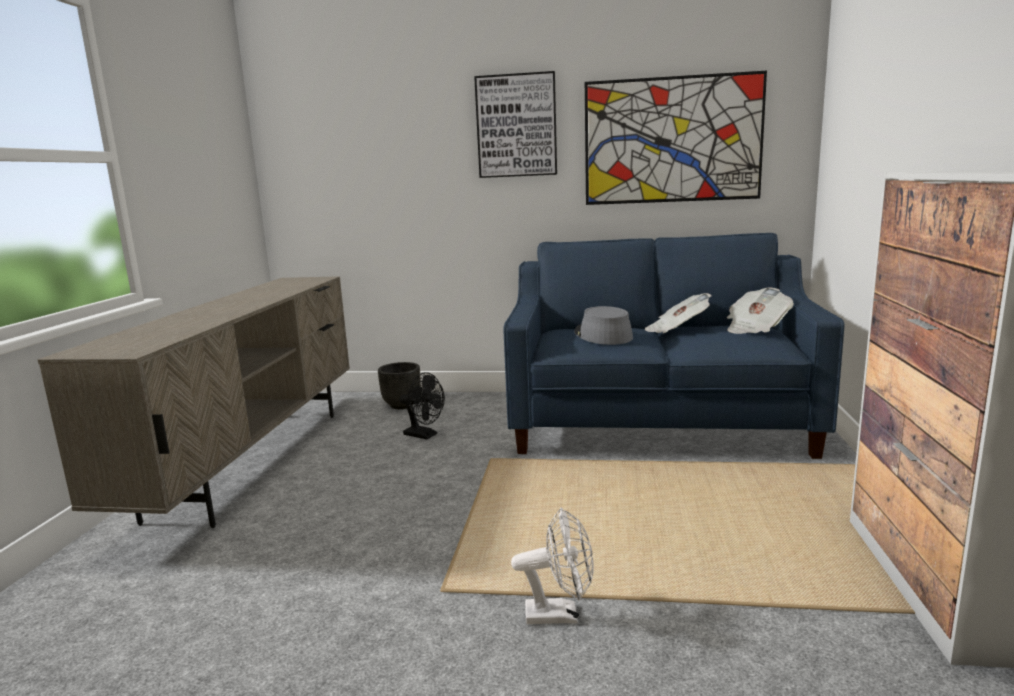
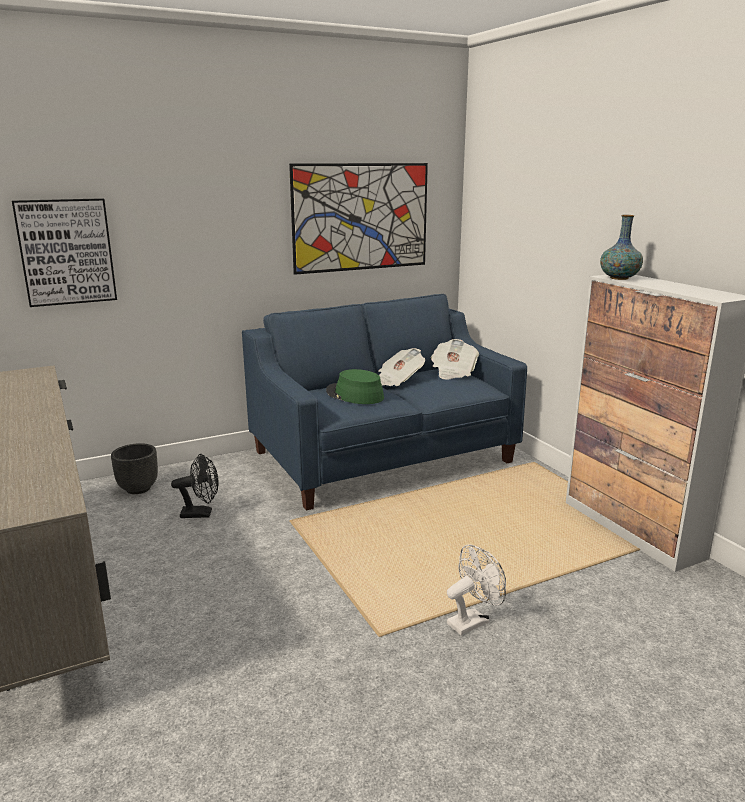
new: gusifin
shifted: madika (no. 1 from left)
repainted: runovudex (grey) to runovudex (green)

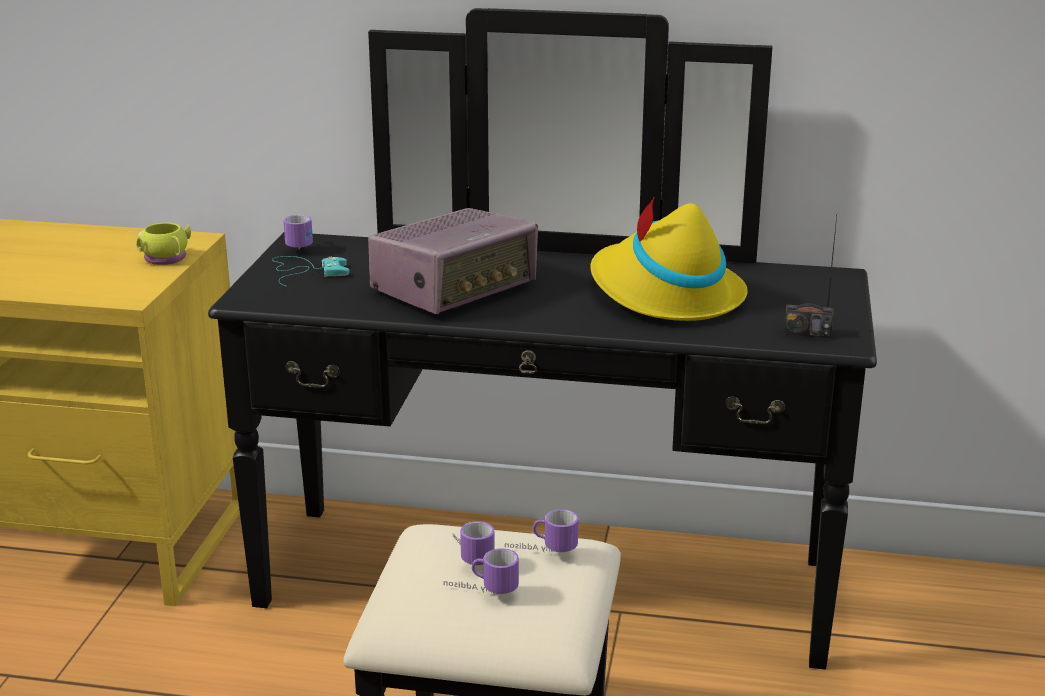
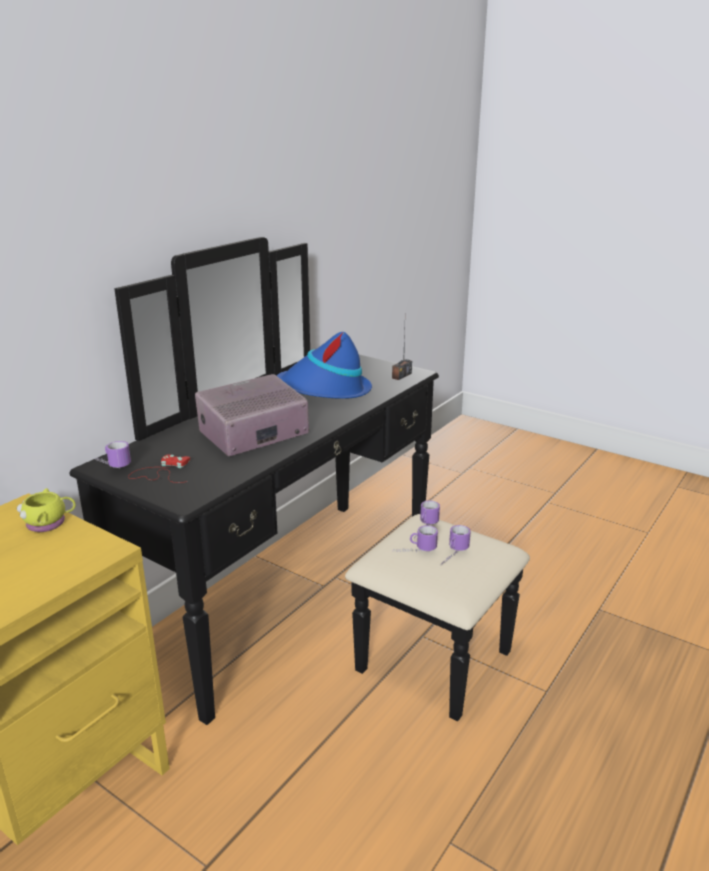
repainted: runovudex (yellow) to runovudex (blue); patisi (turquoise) to patisi (red)
rotated: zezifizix (no. 1 from left) 105 degrees counterclockwise

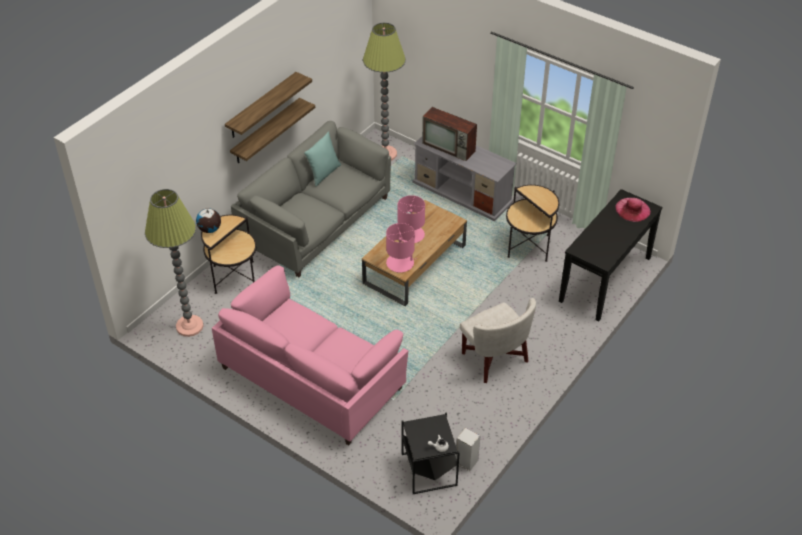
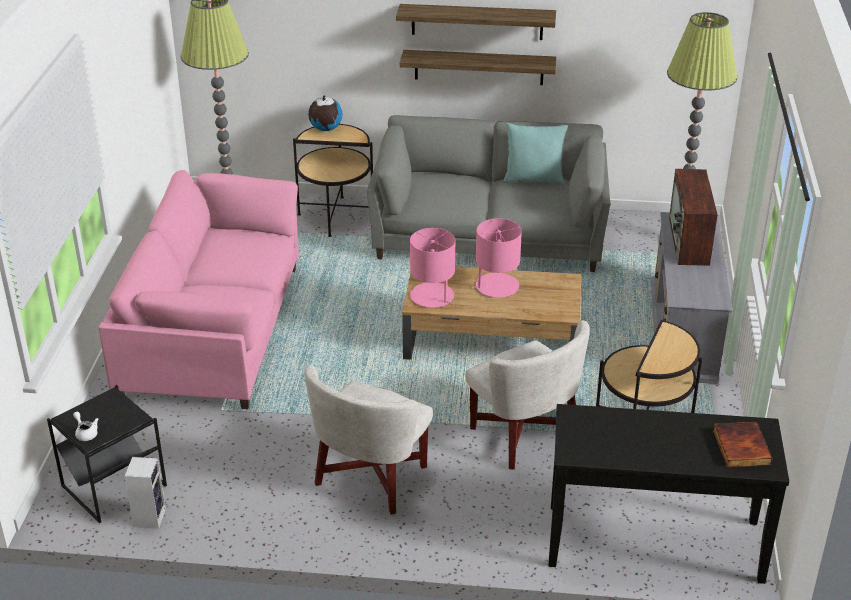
new: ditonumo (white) (no. 2 from left)
swapped: runovudex (pink) to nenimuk

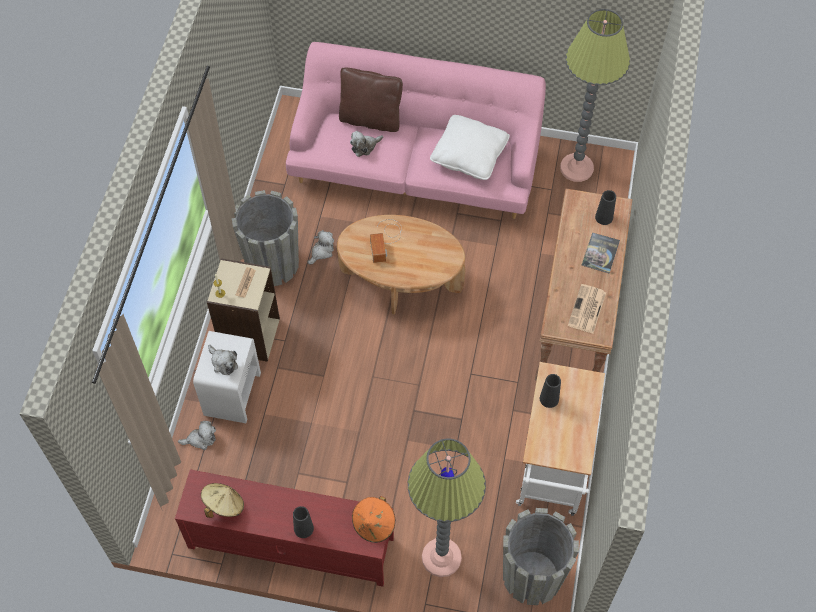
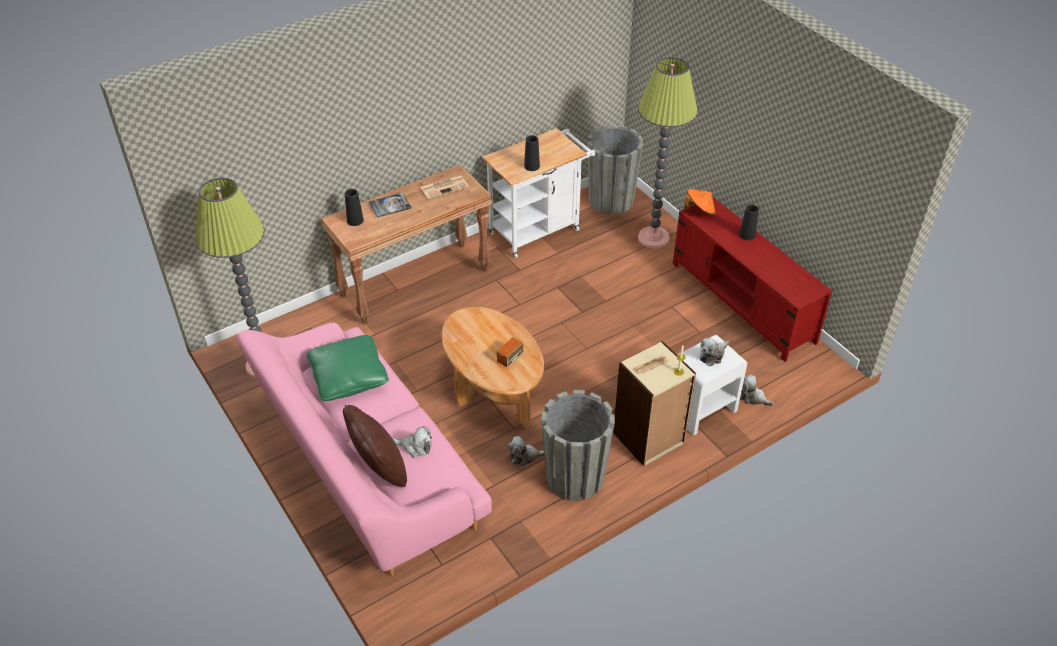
gone: runovudex (beige)
repainted: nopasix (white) to nopasix (green)
rotated: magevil (no. 2 from left in the first image) 135 degrees counterclockwise

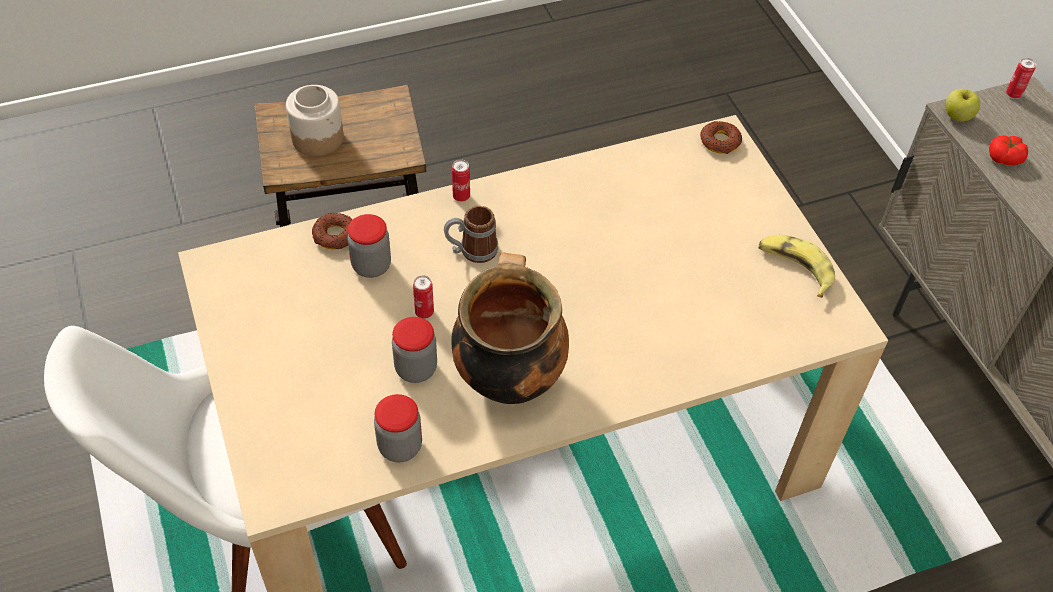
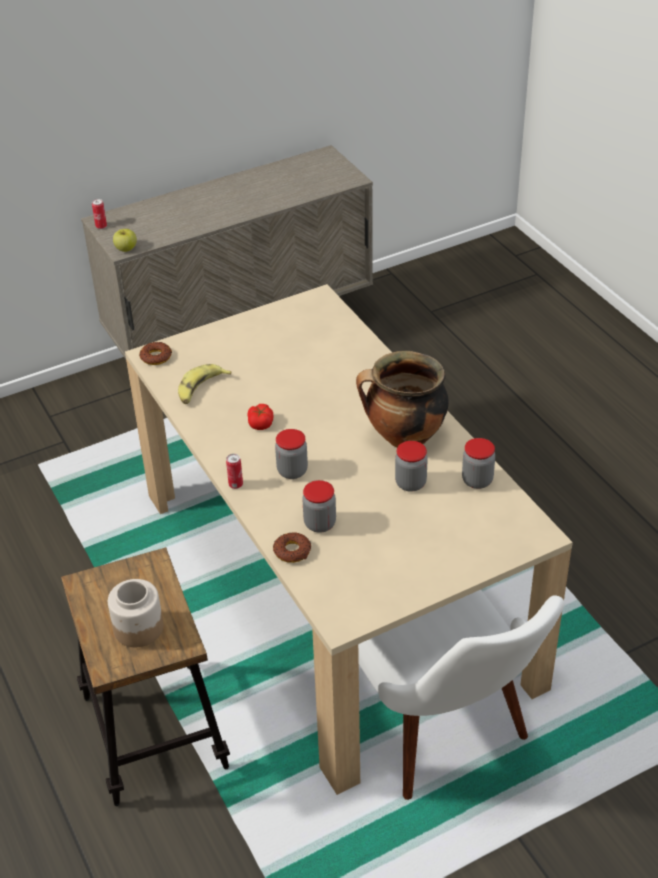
gone: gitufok (no. 1 from left)
shifted: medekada; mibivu
swapped: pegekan to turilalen (no. 2 from left)

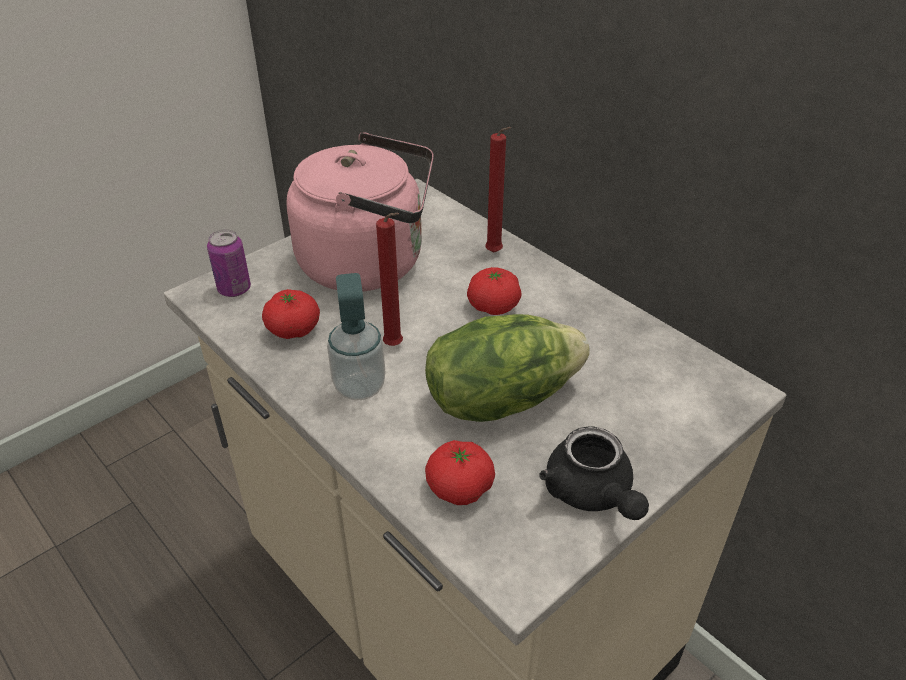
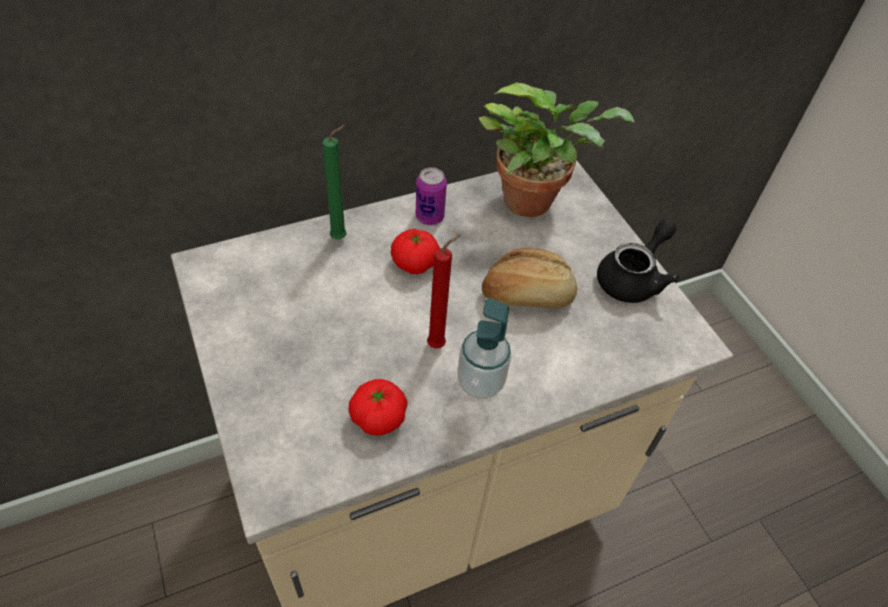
gone: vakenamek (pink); medekada (no. 2 from left)
new: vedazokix
shifted: gitufok
swapped: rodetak to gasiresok
repainted: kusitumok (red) (no. 2 from left) to kusitumok (green)
rotated: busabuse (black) 45 degrees counterclockwise

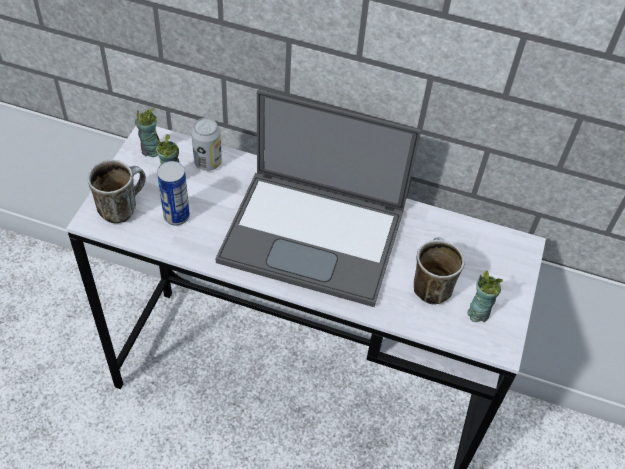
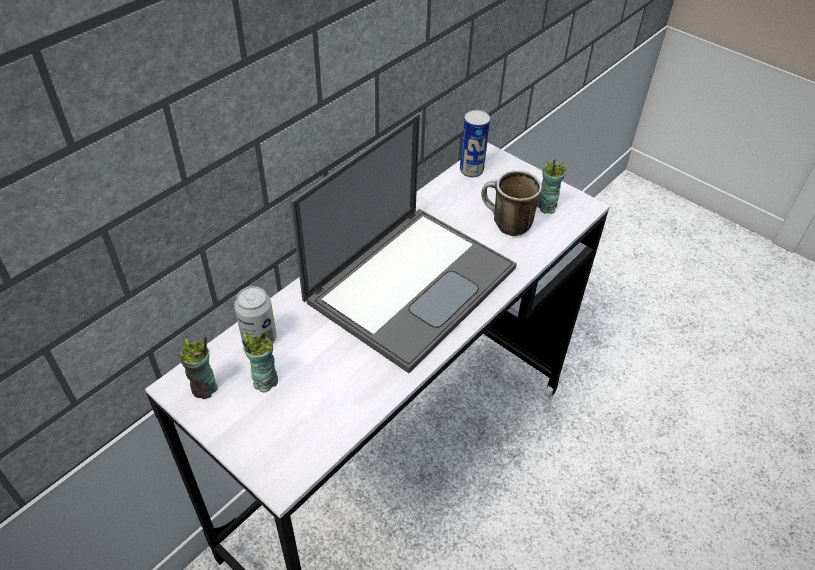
gone: pegekan (no. 1 from left)
shifted: gitufok (no. 1 from left in the first image) to gitufok (no. 2 from left)

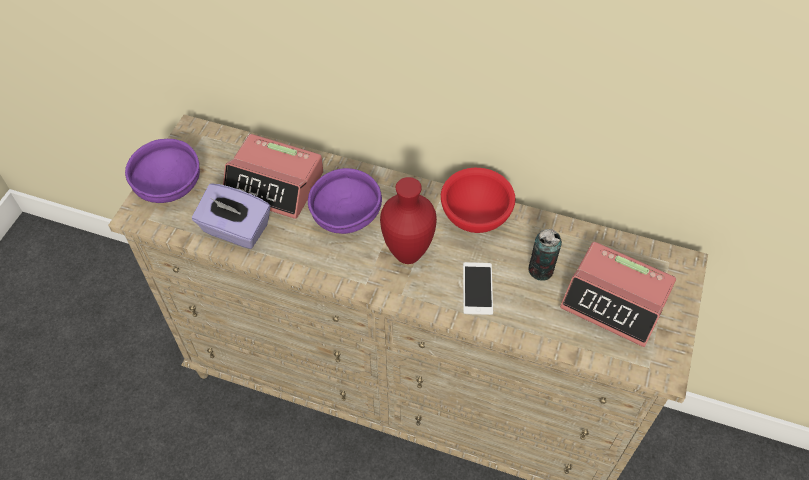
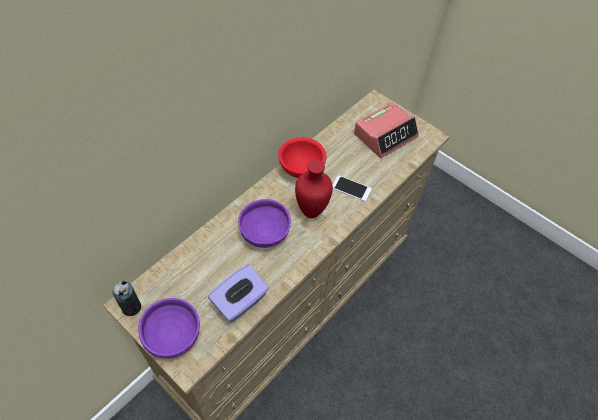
gone: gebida (no. 1 from left)
shifted: gitufok

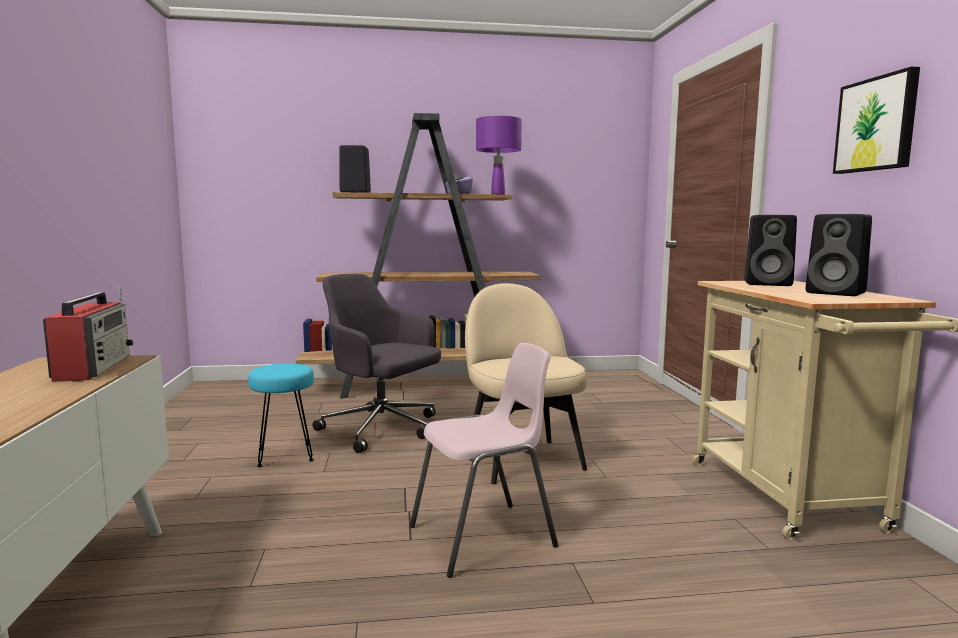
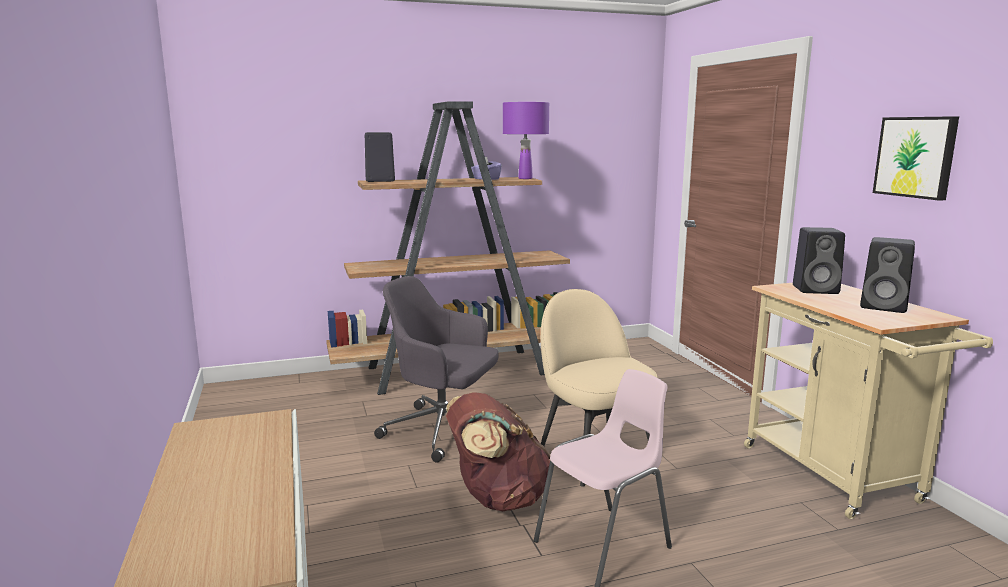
gone: zezifizix; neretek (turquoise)
new: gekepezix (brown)

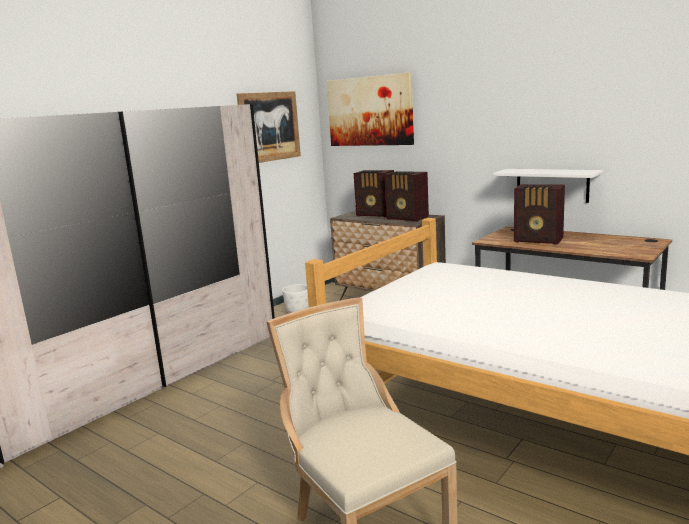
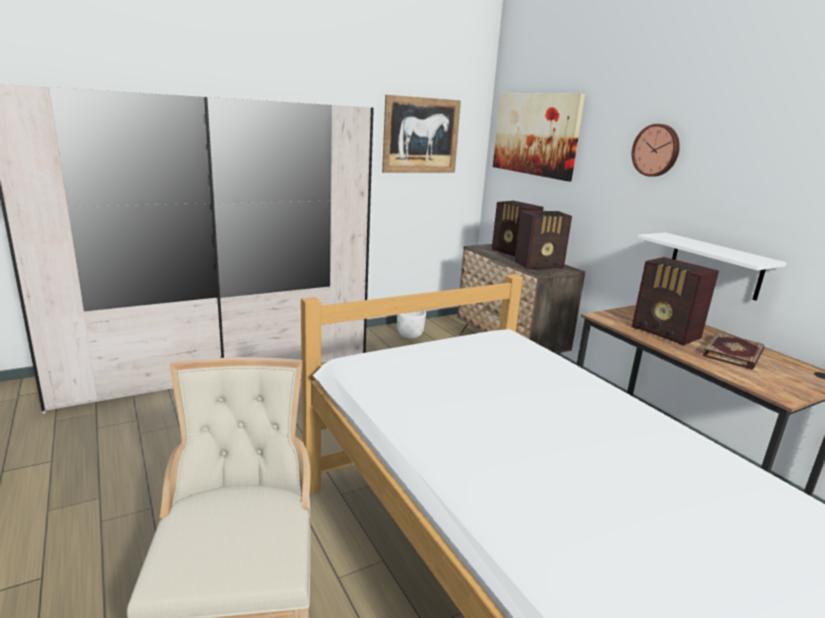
new: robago; nenimuk
rotated: zezifizix (no. 2 from left) 75 degrees counterclockwise

